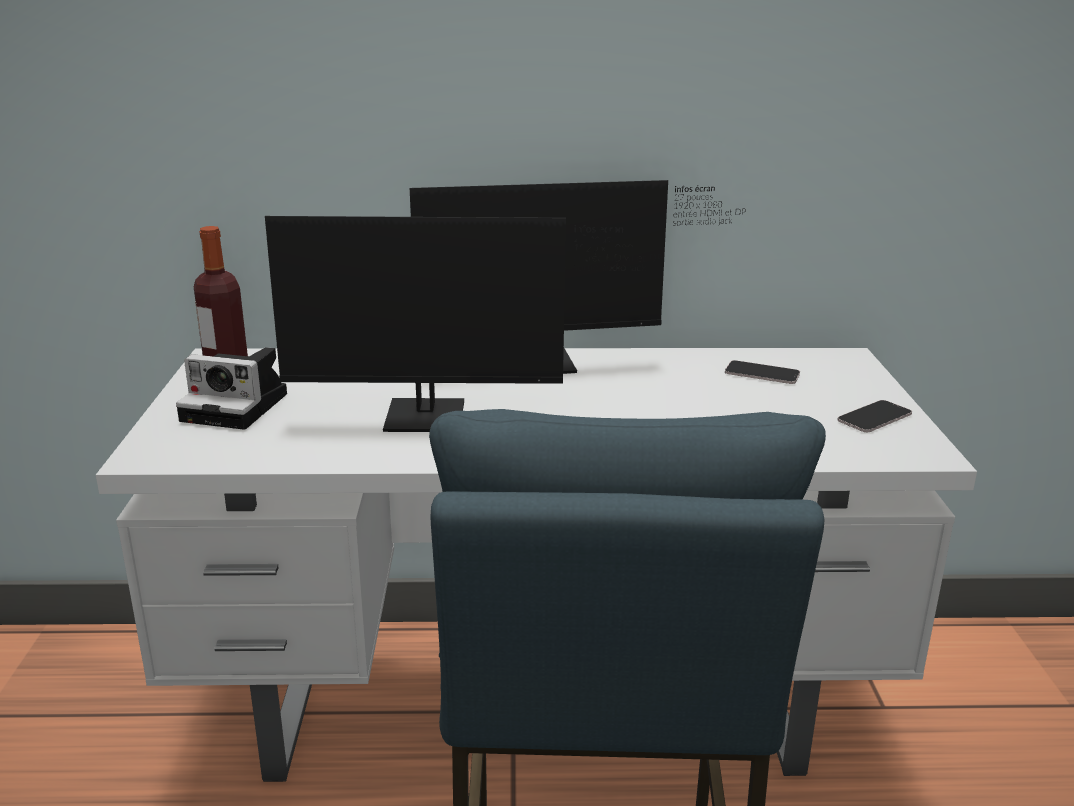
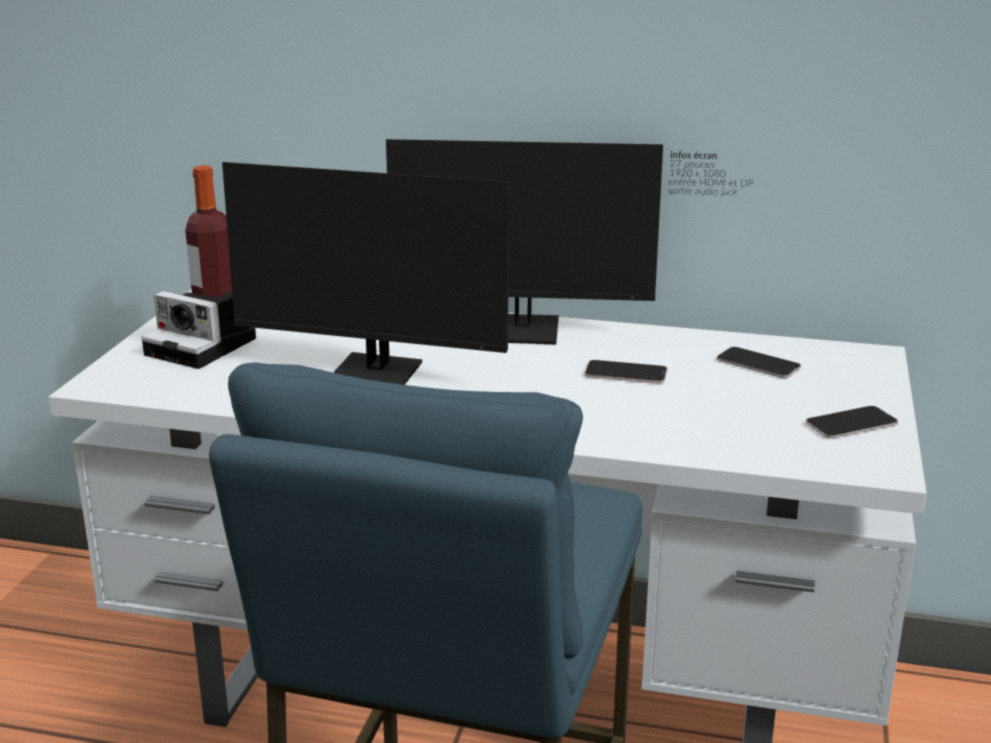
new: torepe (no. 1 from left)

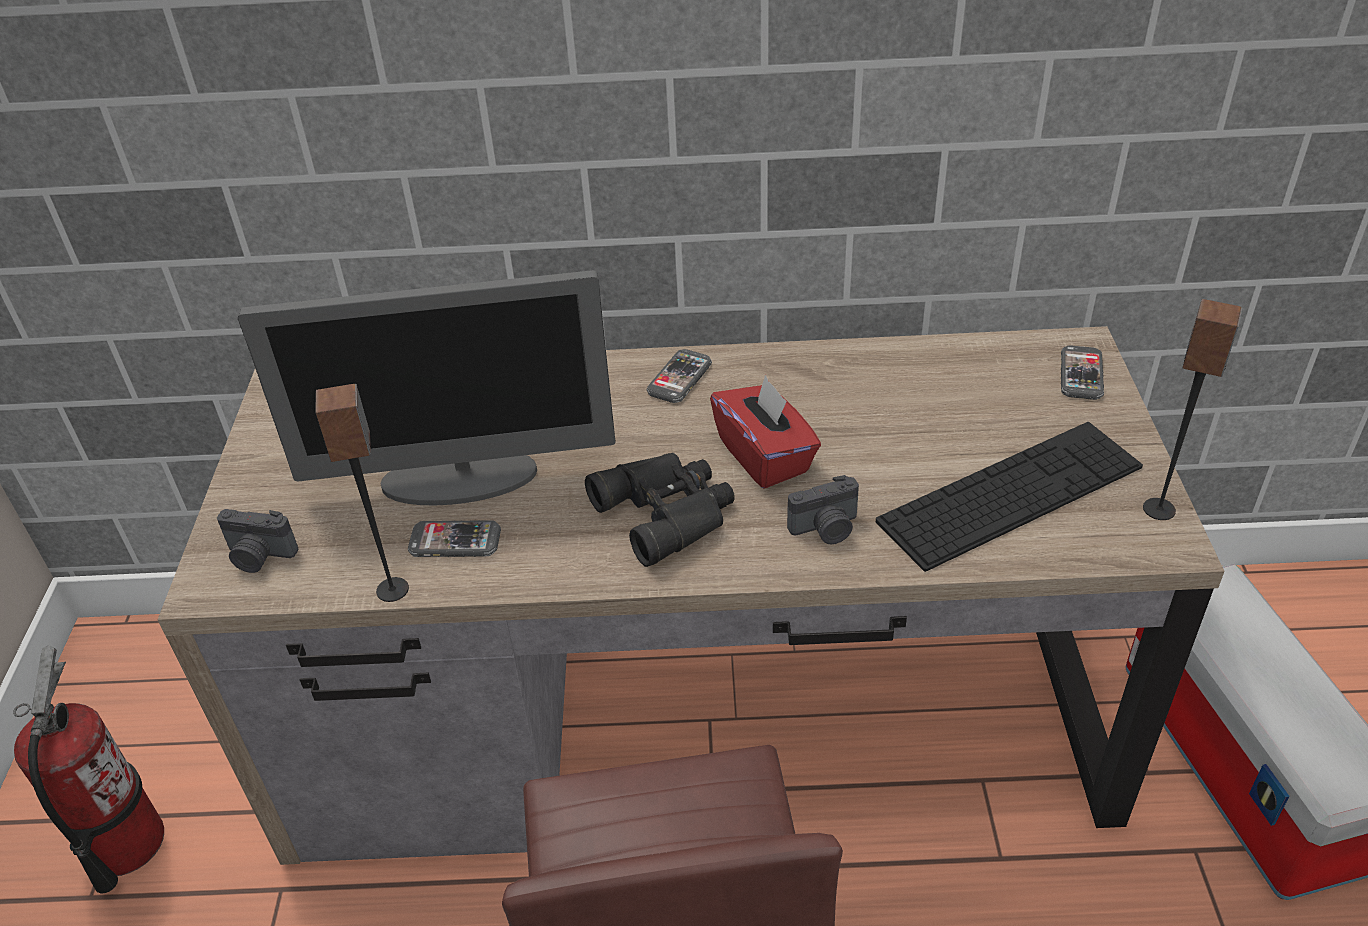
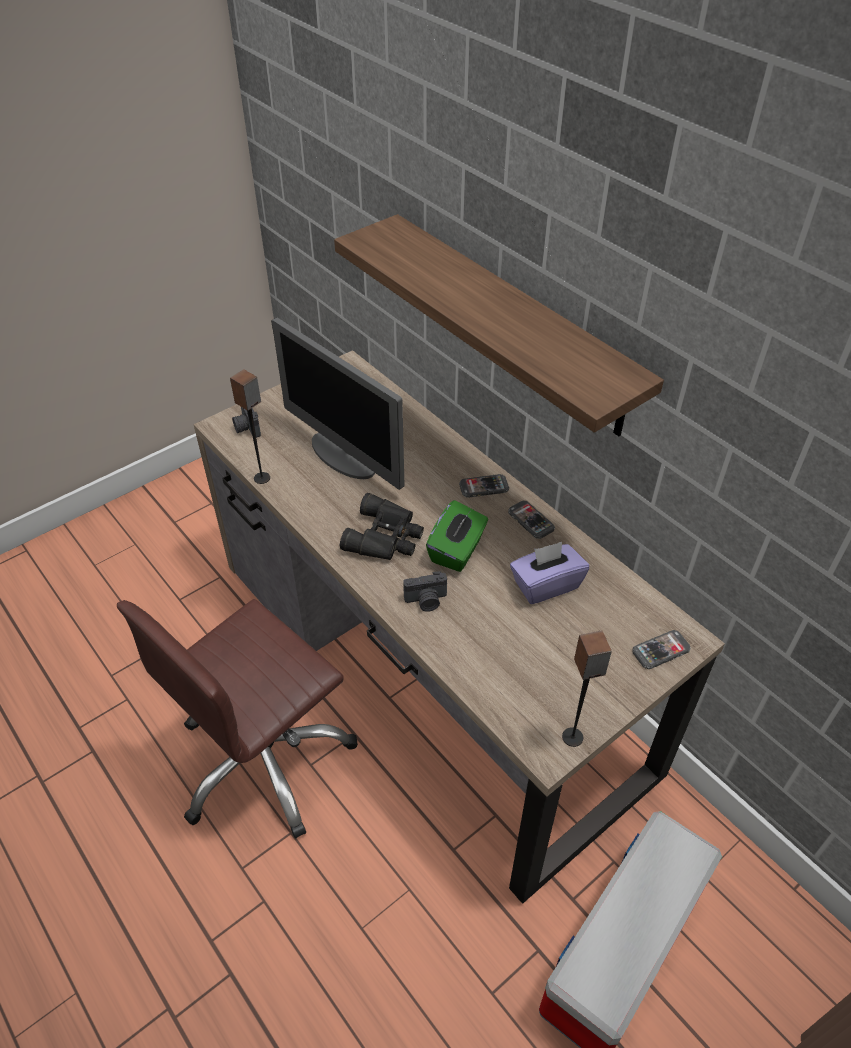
gone: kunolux; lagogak
new: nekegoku; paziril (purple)
shifted: torepe (no. 1 from left in the first image) to torepe (no. 2 from left)
repainted: paziril (red) to paziril (green)
rotated: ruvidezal (no. 2 from left) 45 degrees counterclockwise

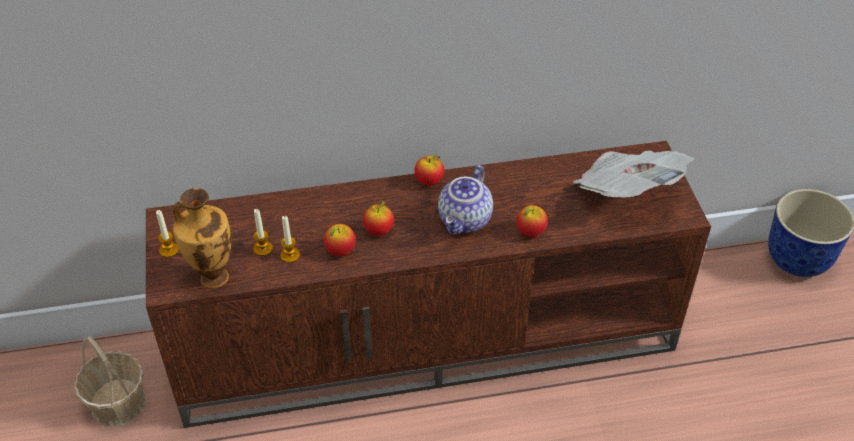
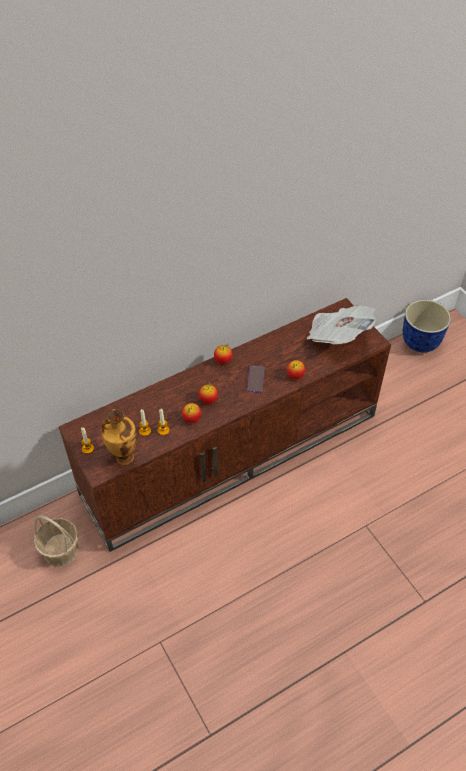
swapped: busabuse to torepe

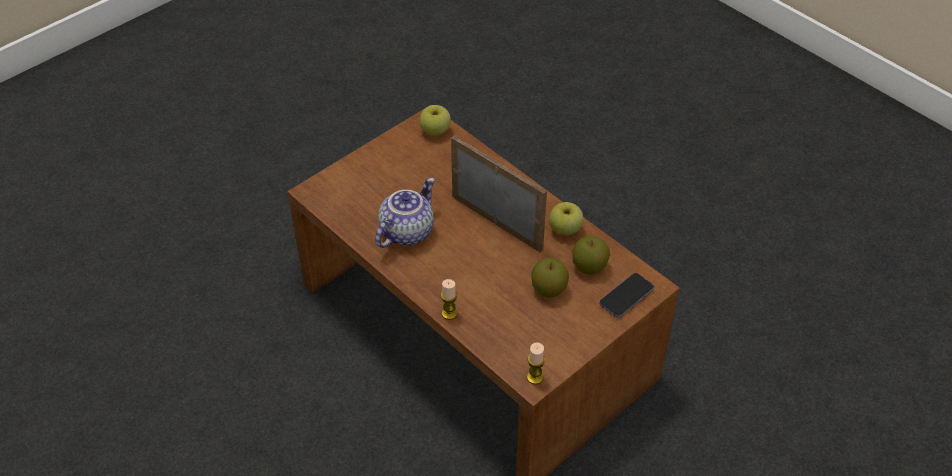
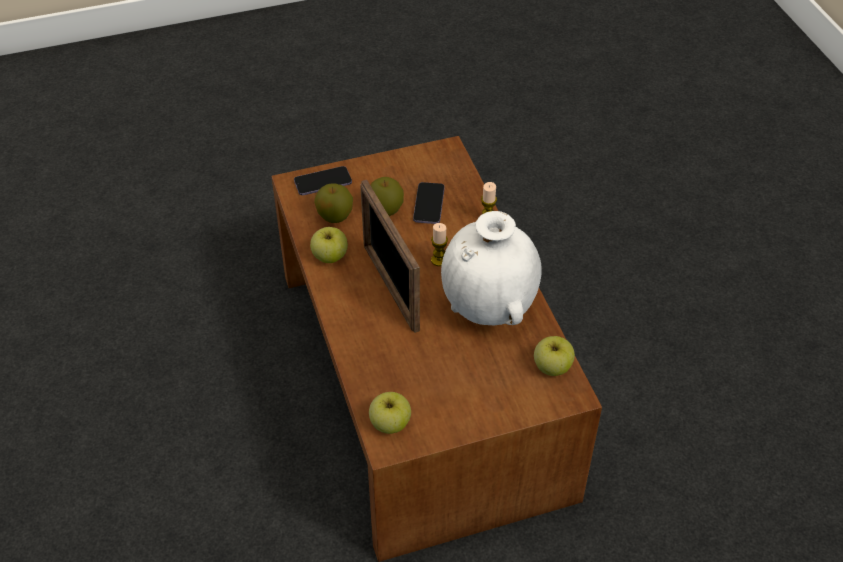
new: torepe (no. 2 from left); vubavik (no. 5 from left)
shifted: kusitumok (no. 2 from left in the first image) to kusitumok (no. 1 from left)
swapped: busabuse to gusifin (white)

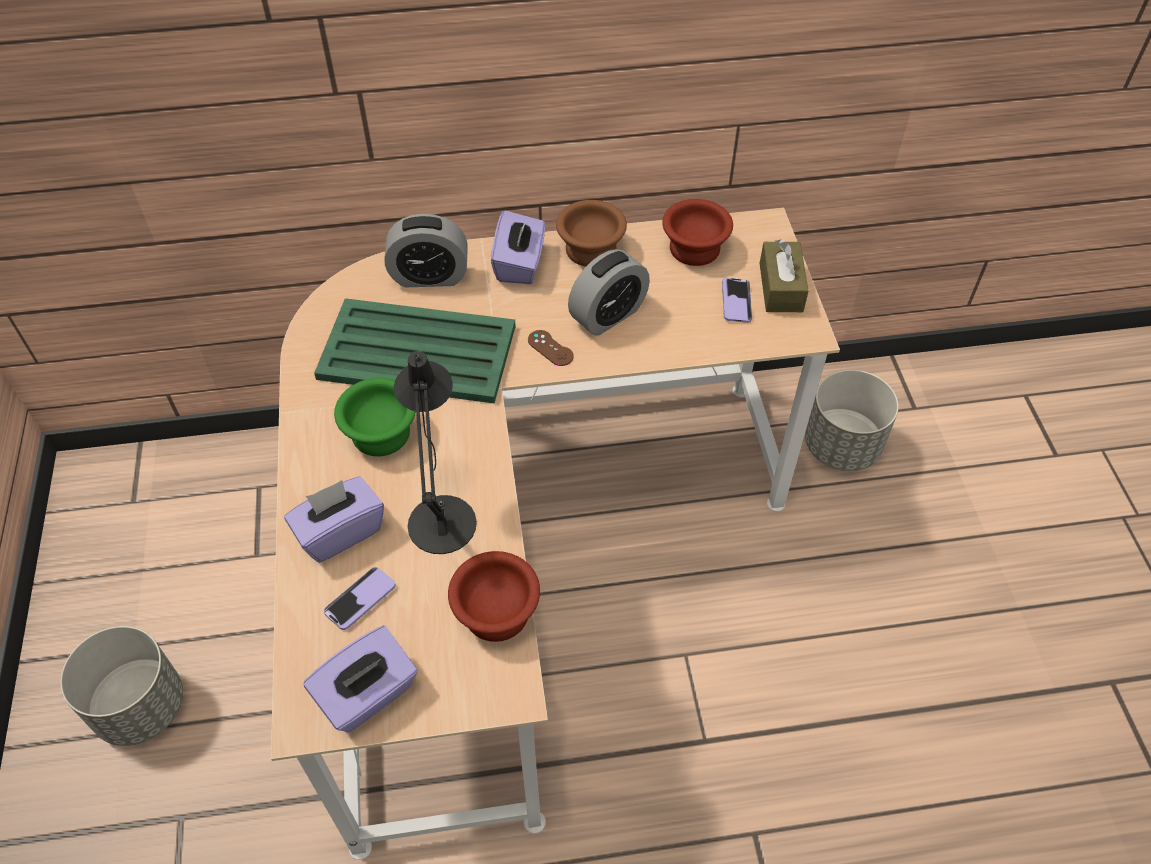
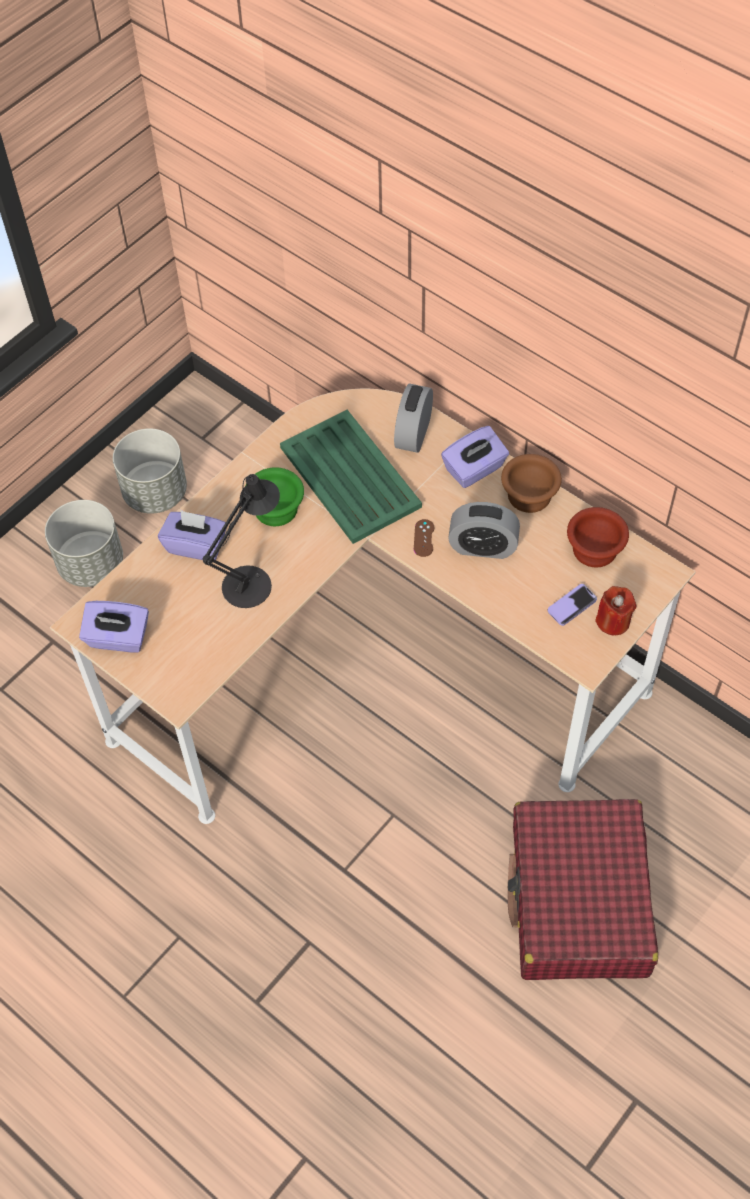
gone: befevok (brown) (no. 1 from left); torepe (no. 1 from left)
new: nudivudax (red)
shifted: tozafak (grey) (no. 2 from left)
swapped: paziril (brown) to kusitumok (red)
rotated: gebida (no. 1 from left) 60 degrees clockwise

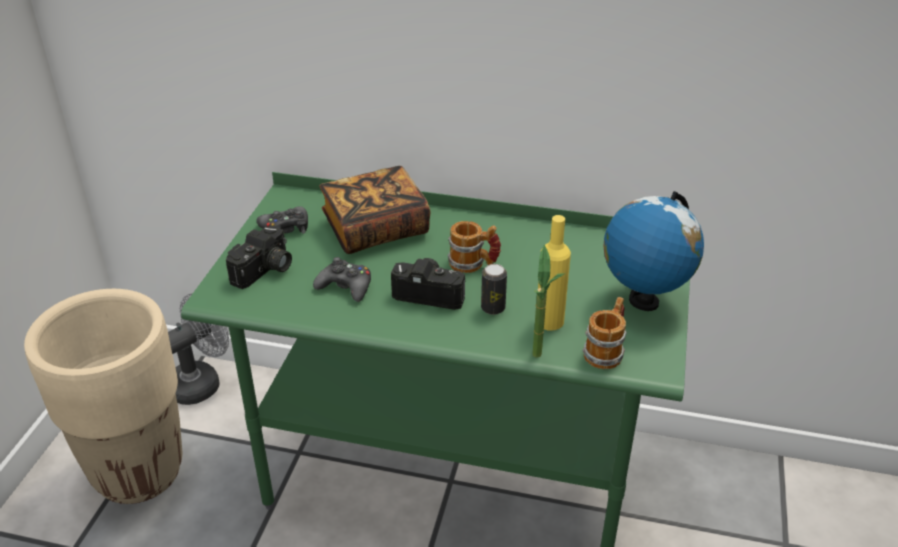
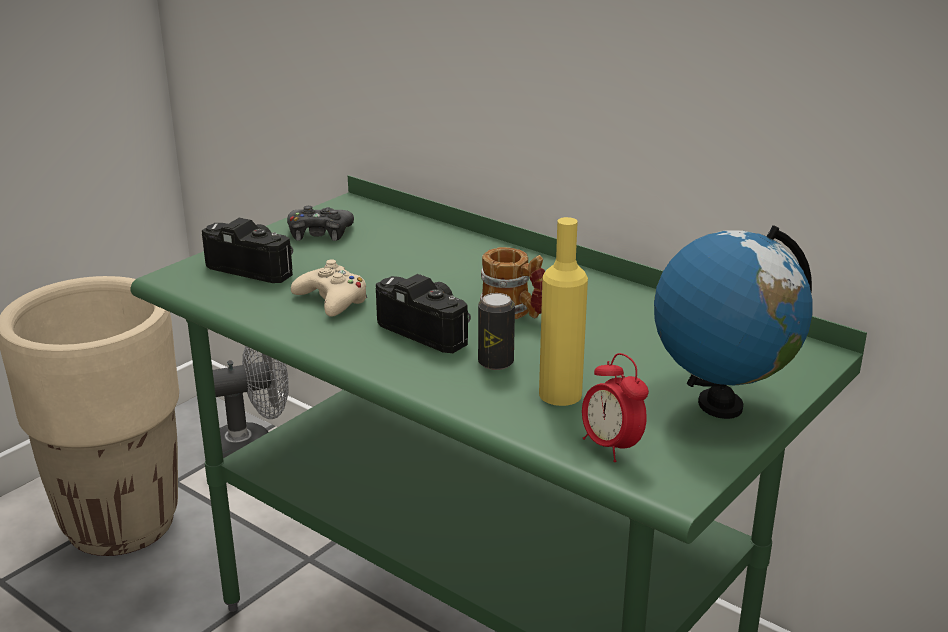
gone: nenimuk; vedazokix
swapped: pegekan (no. 2 from left) to gebida
repainted: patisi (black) (no. 2 from left) to patisi (beige)
rotated: ruvidezal (no. 1 from left) 120 degrees counterclockwise

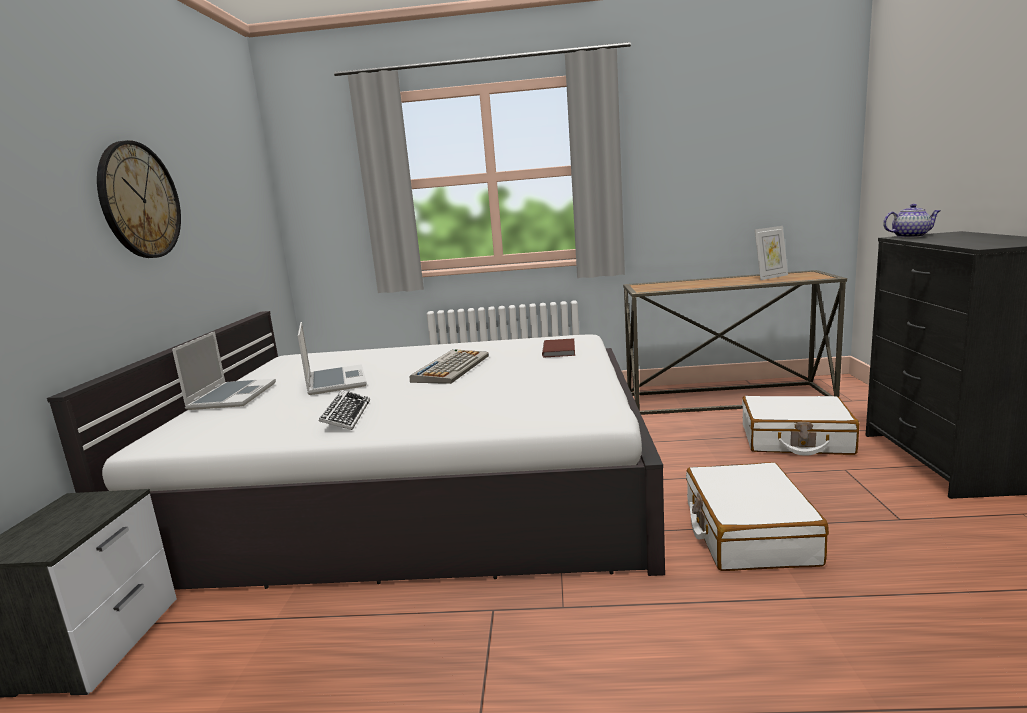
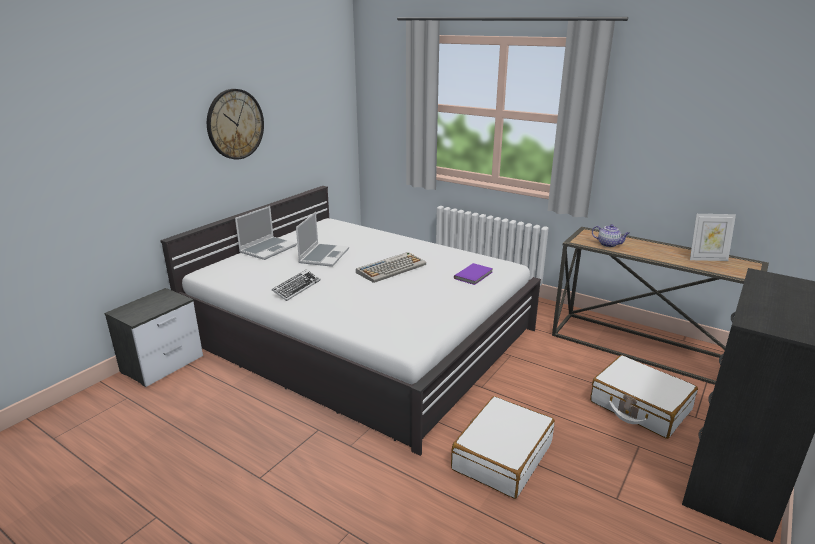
shifted: busabuse
repainted: nenimuk (brown) to nenimuk (purple)

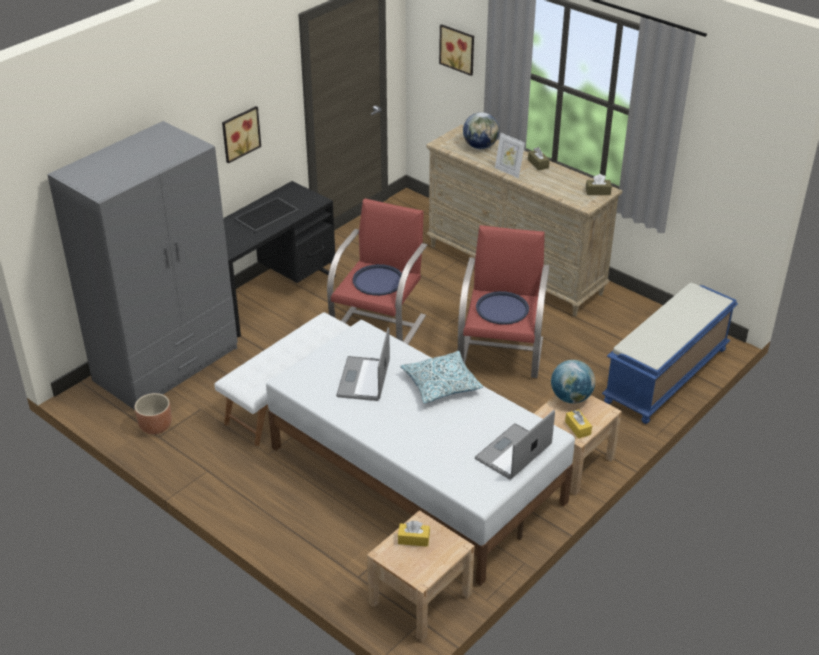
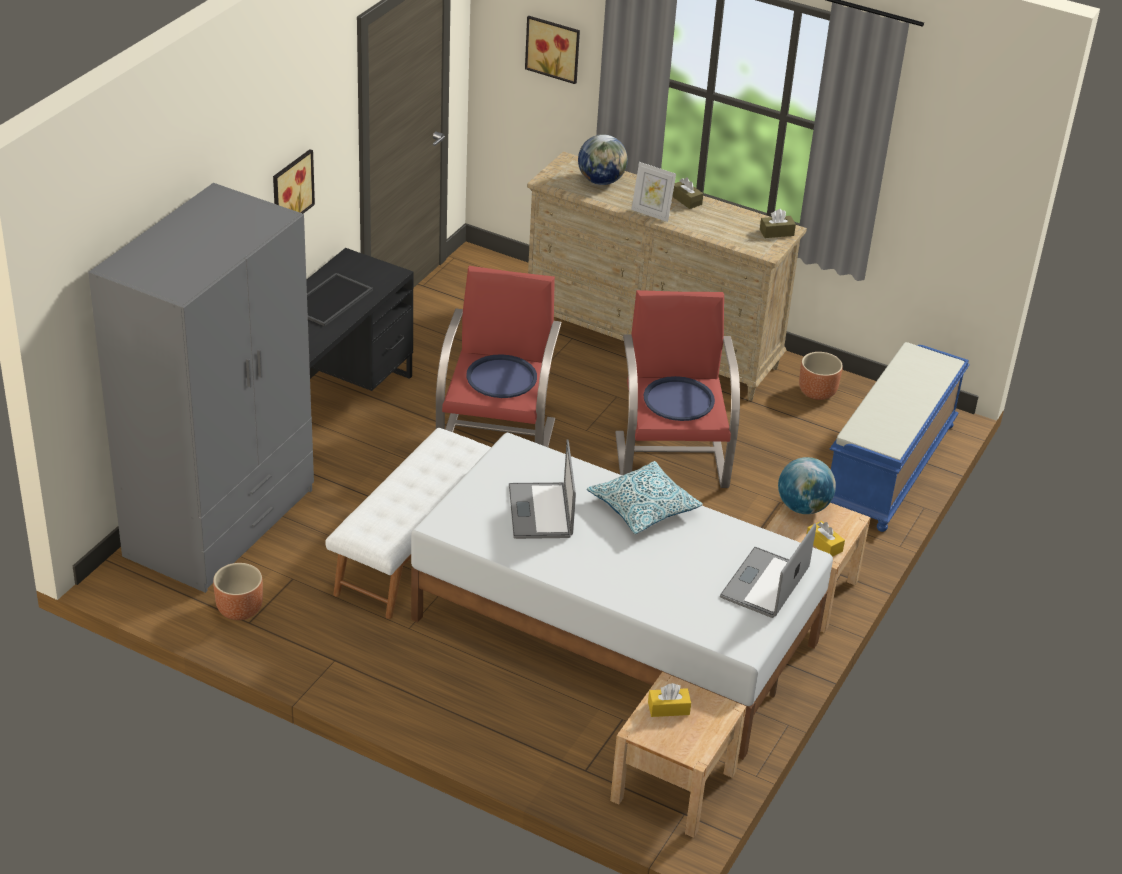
new: tozafak (brown) (no. 2 from left)

